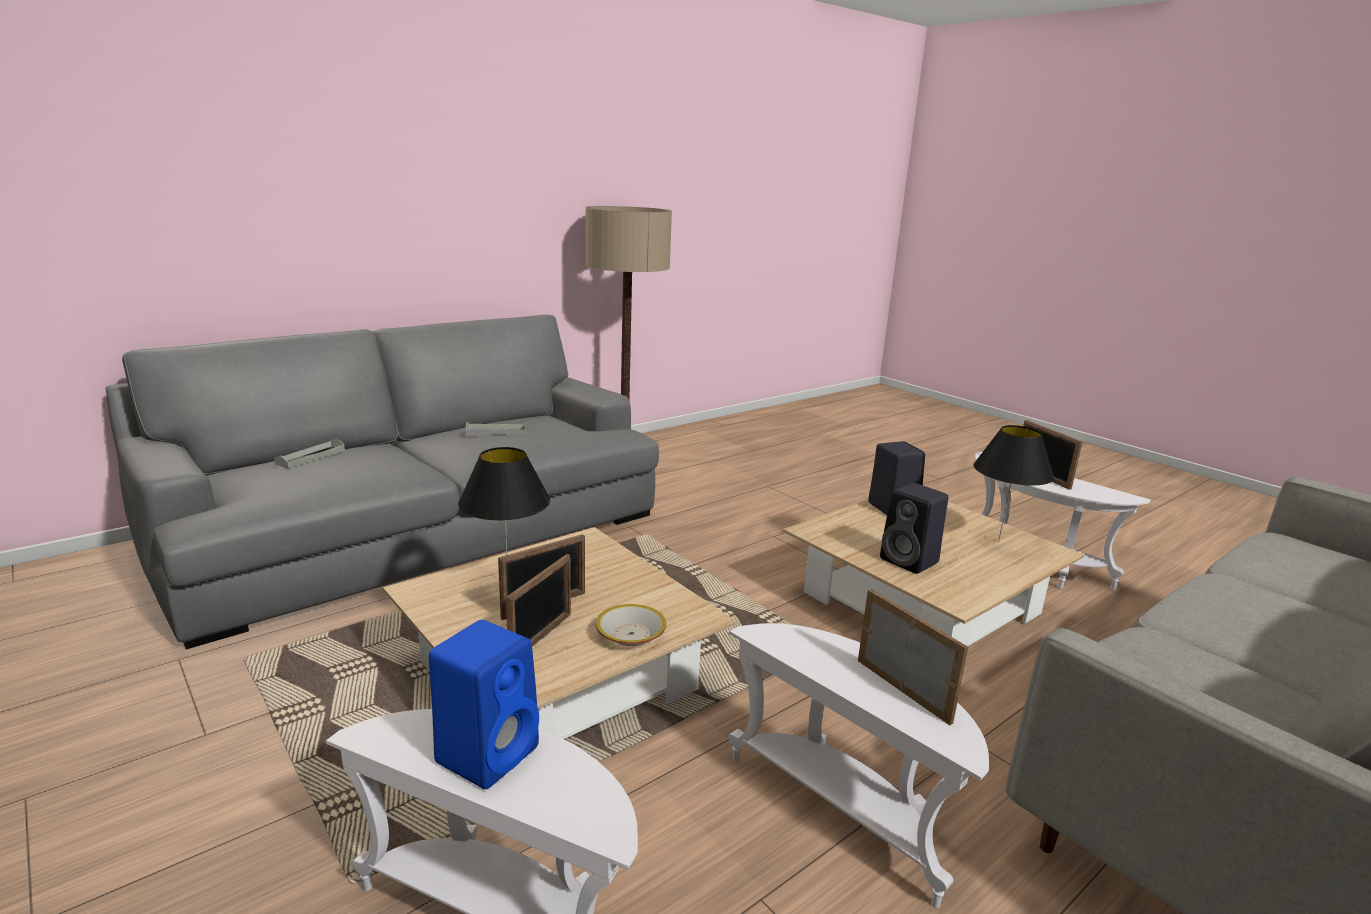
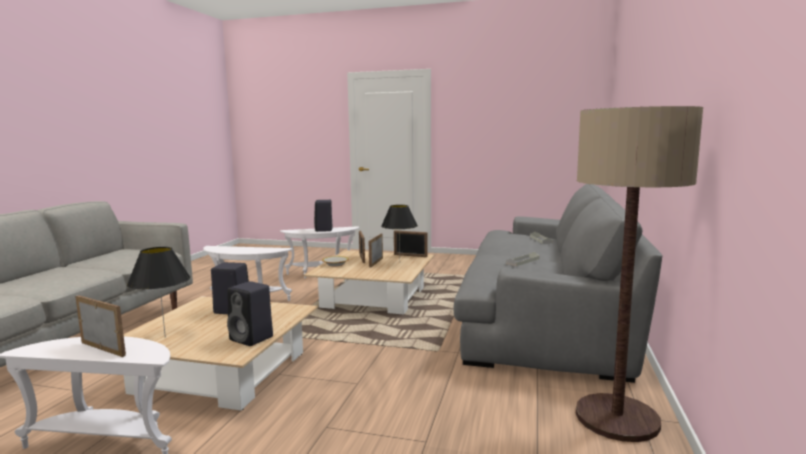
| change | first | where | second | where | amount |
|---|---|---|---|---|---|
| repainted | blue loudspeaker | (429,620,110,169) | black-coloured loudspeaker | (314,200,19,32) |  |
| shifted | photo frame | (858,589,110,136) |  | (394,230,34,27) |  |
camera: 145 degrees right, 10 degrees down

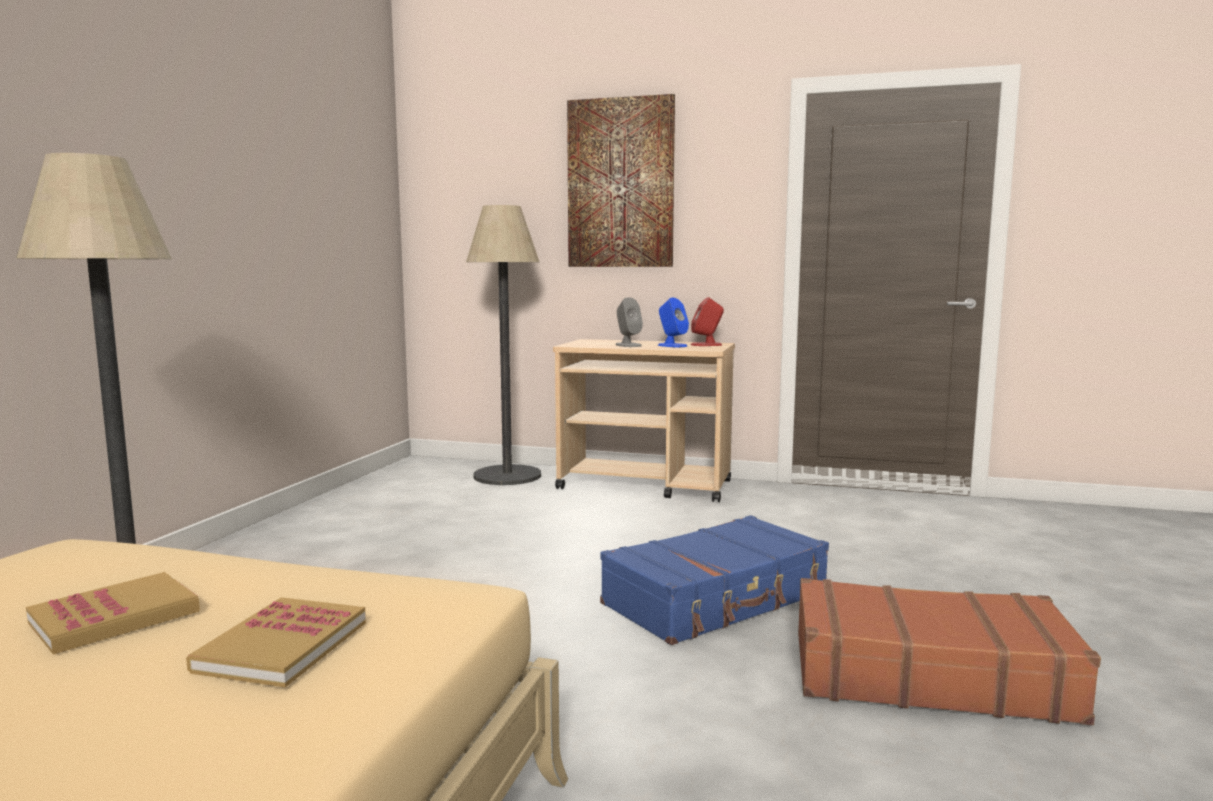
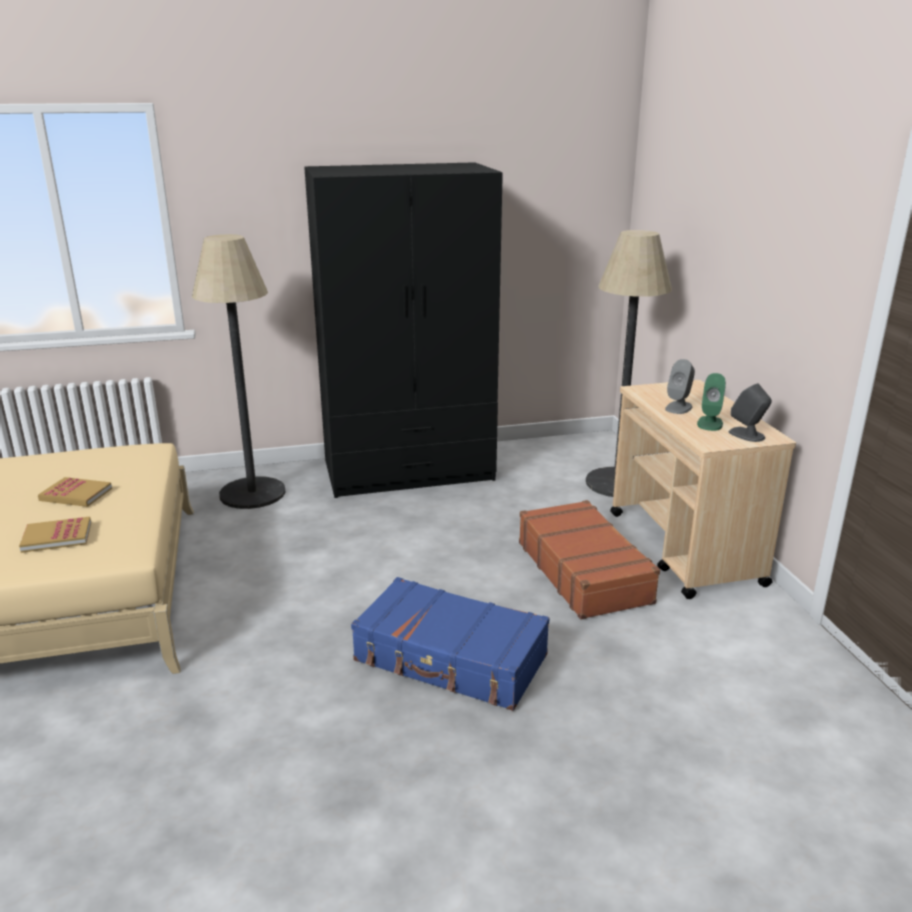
| change | first | where | second | where | amount |
|---|---|---|---|---|---|
| new |  |  | black-coloured wardrobe | (304,162,199,336) |  |
| shifted | brownish suitcase | (798,578,303,147) |  | (519,500,141,120) |  |
| repainted | blue loudspeaker | (658,298,31,49) | green-coloured loudspeaker | (697,373,29,58) |  |
| repainted | red loudspeaker | (691,297,33,49) | grey loudspeaker | (729,383,43,59) |  |
| gone | picture | (567,94,108,173) |  |  |  |
camera: 60 degrees right, 15 degrees up

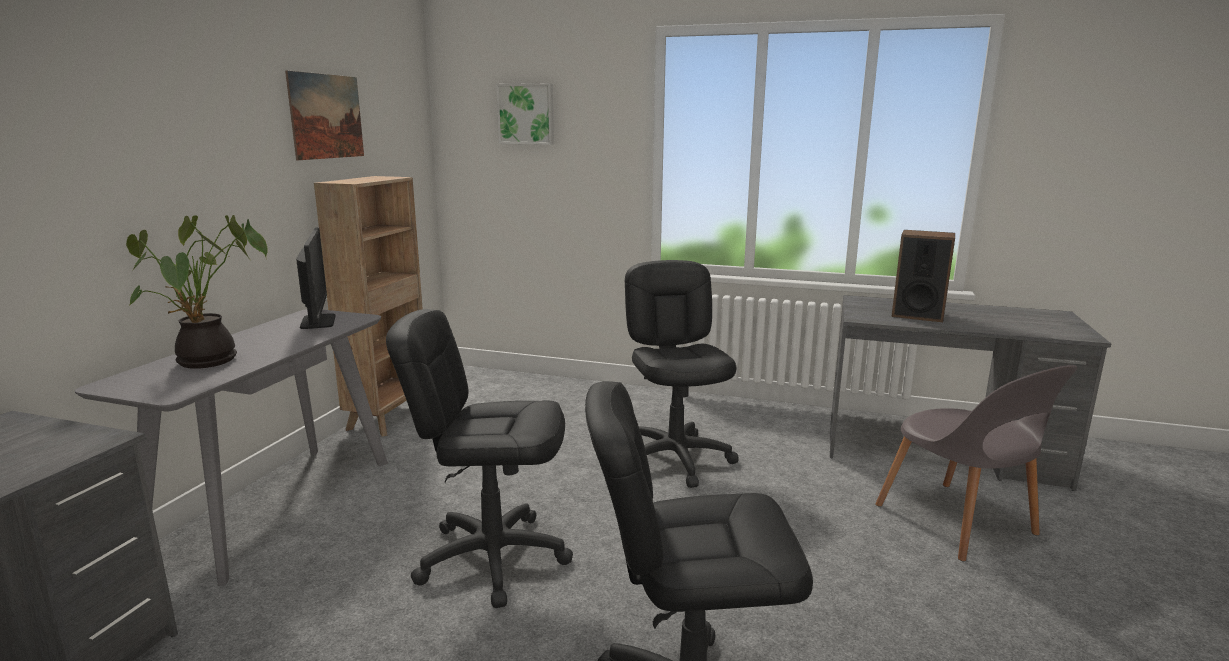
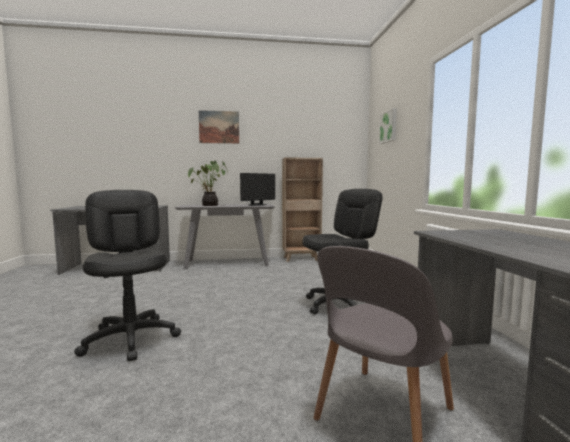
| change | first | where | second | where | amount |
|---|---|---|---|---|---|
| shifted | picture | (285,71,79,89) |  | (199,110,40,34) |  |
| gone | black-coloured desk chair | (386,309,187,299) |  |  |  |
| gone | loudspeaker | (891,230,64,92) |  |  |  |
camera: 65 degrees right, 10 degrees down

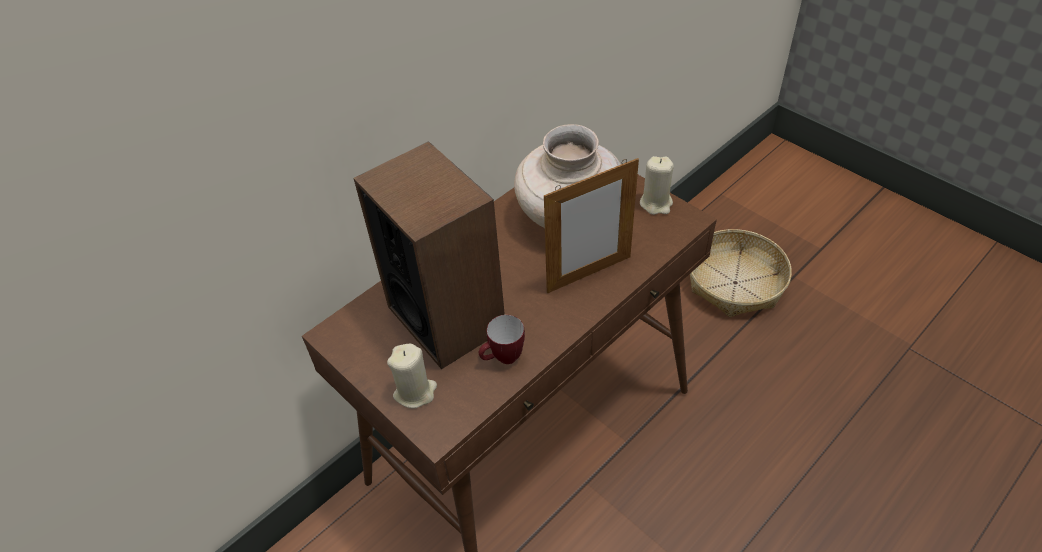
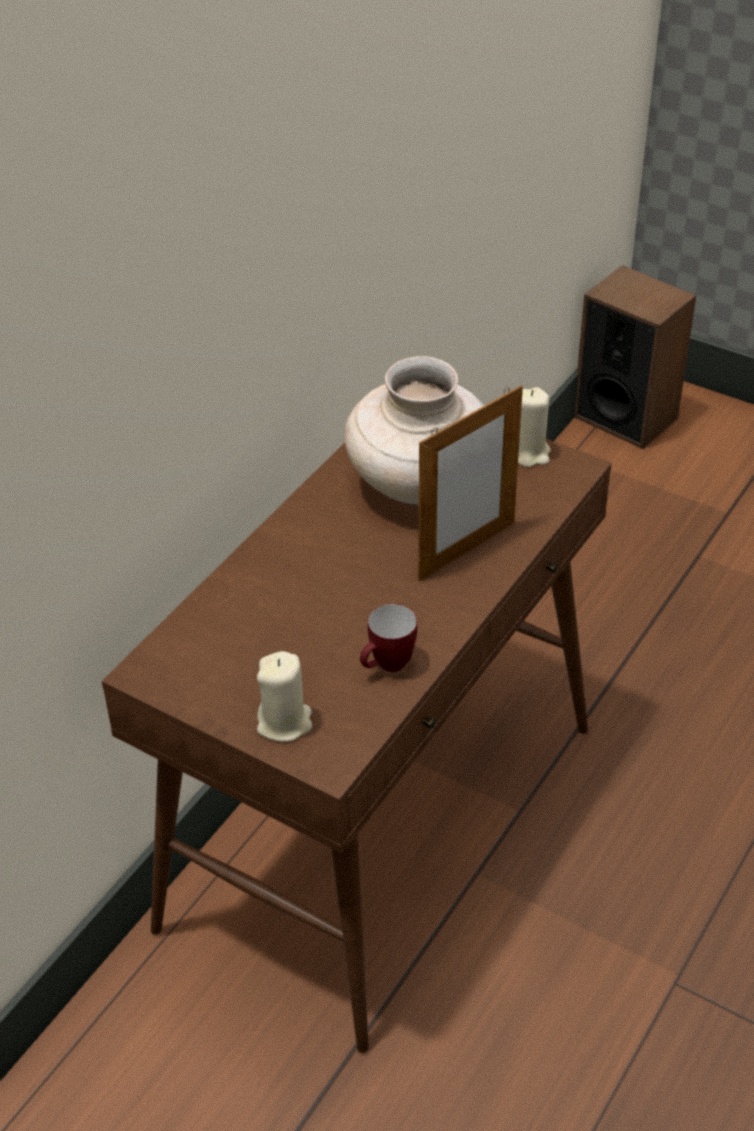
| change | first | where | second | where | amount |
|---|---|---|---|---|---|
| shifted | loudspeaker | (353,141,152,228) |  | (575,265,121,184) |  |
| gone | basket | (690,229,102,88) |  |  |  |
camera: 15 degrees left, 5 degrees down

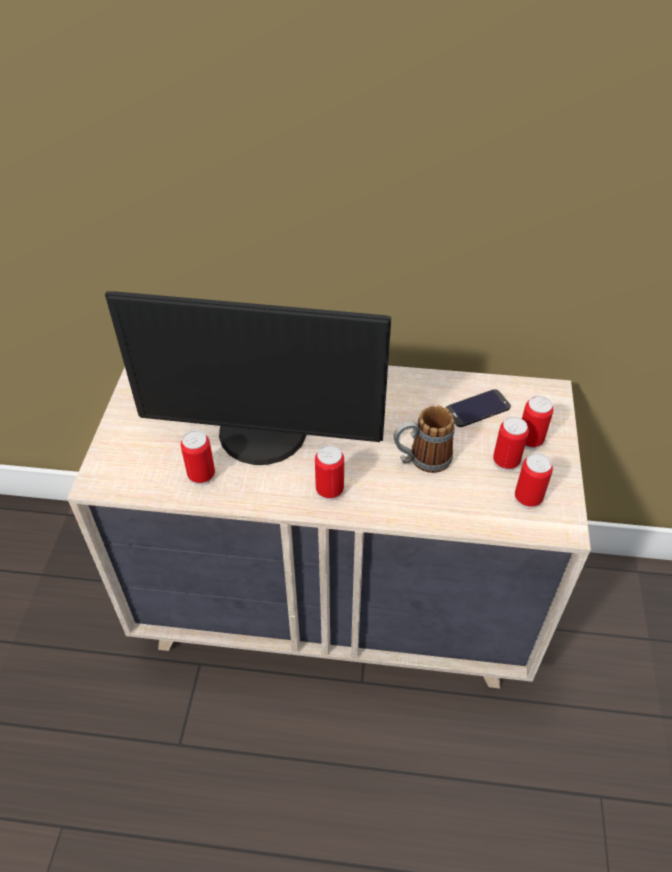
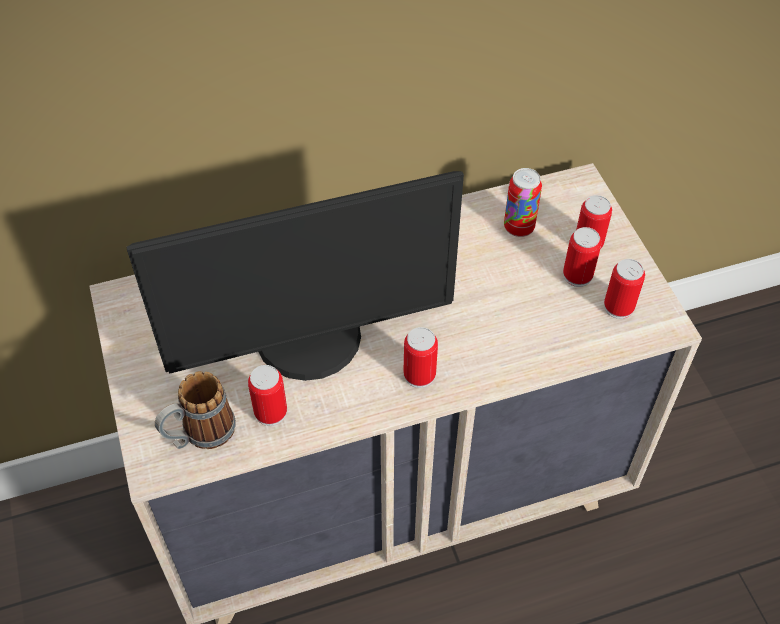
| change | first | where | second | where | amount |
|---|---|---|---|---|---|
| shifted | mug | (393,406,62,67) |  | (155,371,81,78) |  |
| swapped | phone | (446,389,65,38) | can | (504,168,38,69) |  |
camera: 25 degrees left, 5 degrees up

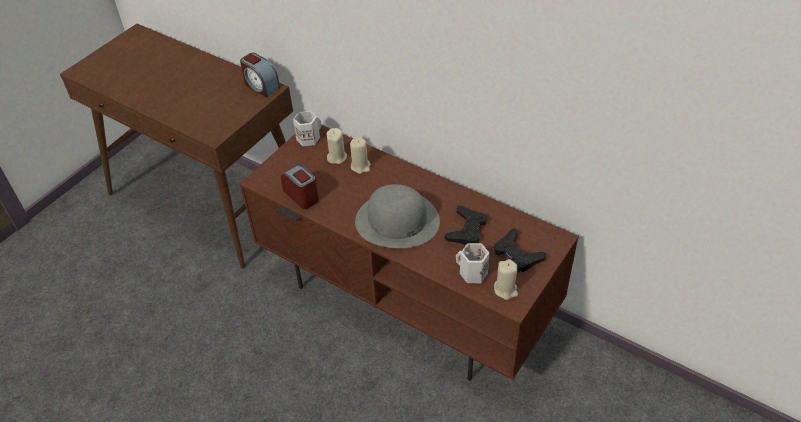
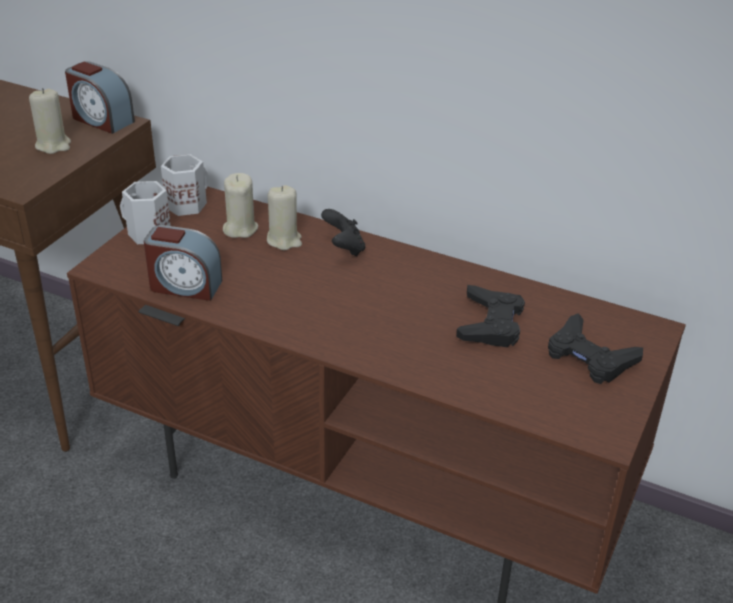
| change | first | where | second | where | amount |
|---|---|---|---|---|---|
| shifted | beige wax candle | (494,259,24,41) |  | (29,88,42,66) |  |
| shifted | white mug | (456,243,33,40) |  | (120,181,51,63) |  |
| rotated | bedside clock | (281,165,38,44) |  | (144,225,78,76) | 150 degrees clockwise |
| new |  |  | black-coloured joypad | (321,209,44,47) |  |
| gone | grey clothing hat | (355,184,85,64) |  |  |  |
camera: 10 degrees left, 10 degrees down

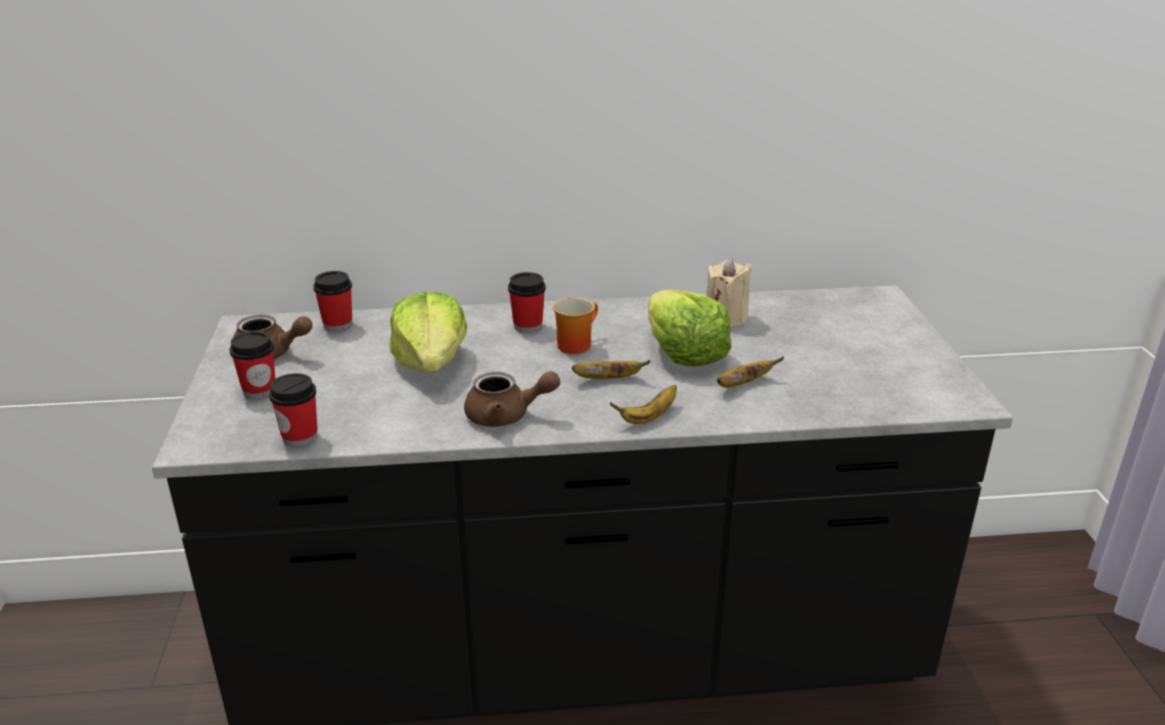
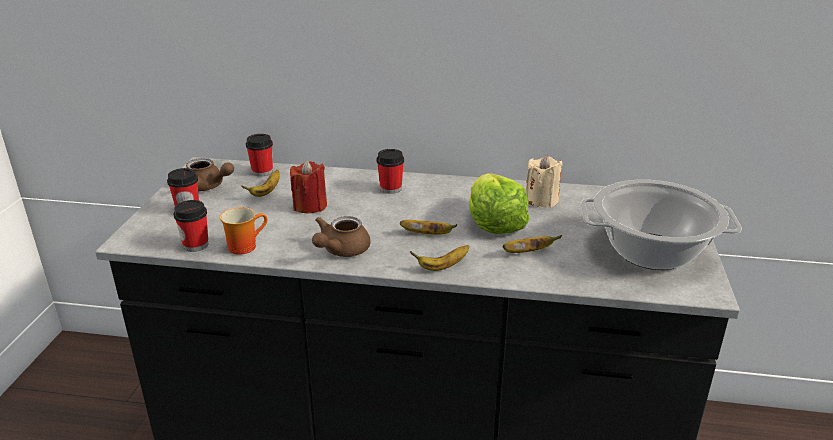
| change | first | where | second | where | amount |
|---|---|---|---|---|---|
| shifted | mug | (553,297,45,57) |  | (220,207,47,48) |  |
| new |  |  | whole banana | (241,170,38,27) |  |
| swapped | lettuce | (389,292,78,80) | red wax candle | (290,160,37,54) |  |
| rotated | brownish pot for tea | (464,371,96,56) |  | (312,216,58,41) | 105 degrees clockwise |
| new |  |  | cooking pot | (581,180,161,90) |  |
camera: 15 degrees right, 0 degrees up

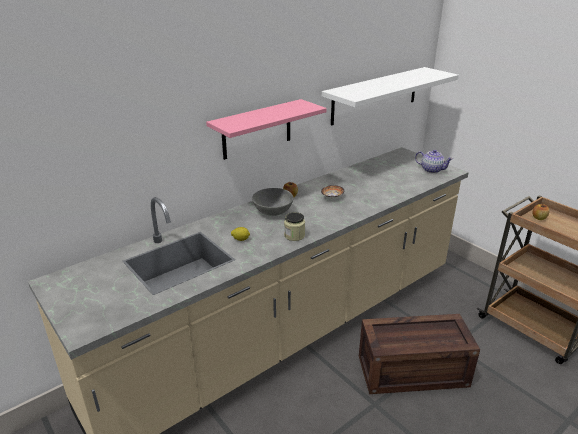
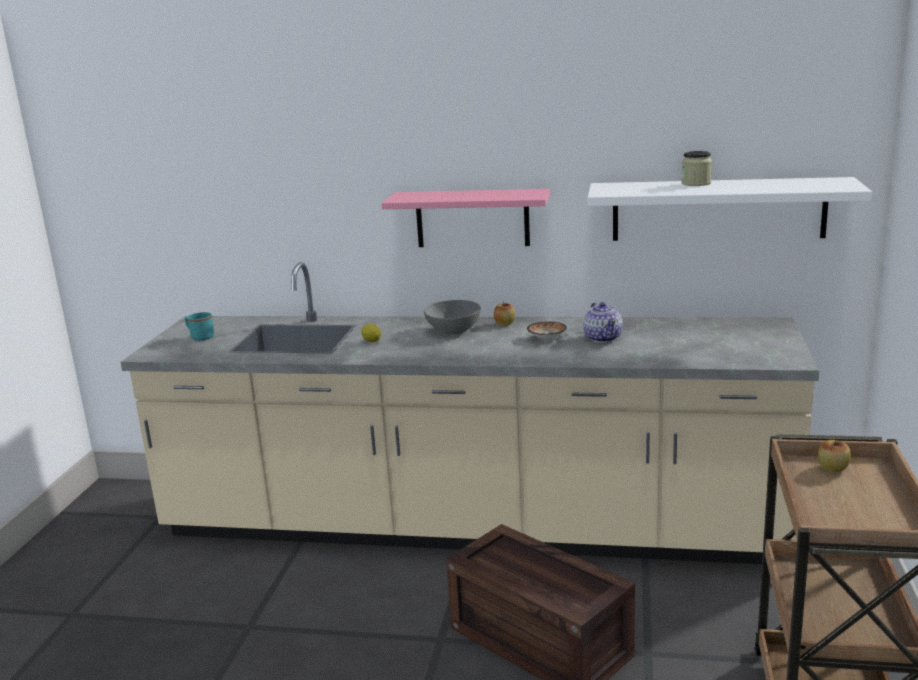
| change | first | where | second | where | amount |
|---|---|---|---|---|---|
| new |  |  | blue-green mug | (185,312,29,29) |  |
| shifted | pot for tea | (415,150,38,23) |  | (583,302,40,41) |  |
| shifted | storage jar | (284,212,21,29) |  | (682,151,30,35) |  |
camera: 50 degrees right, 10 degrees down

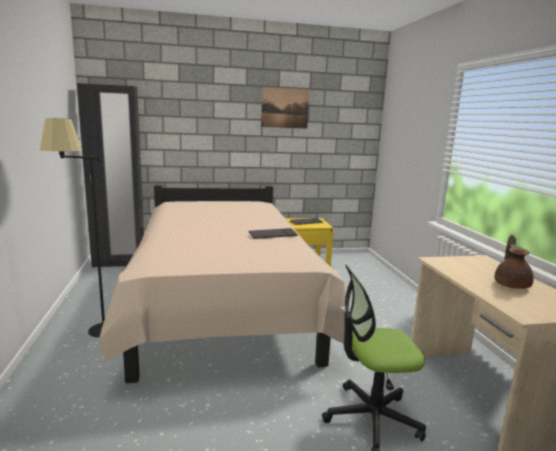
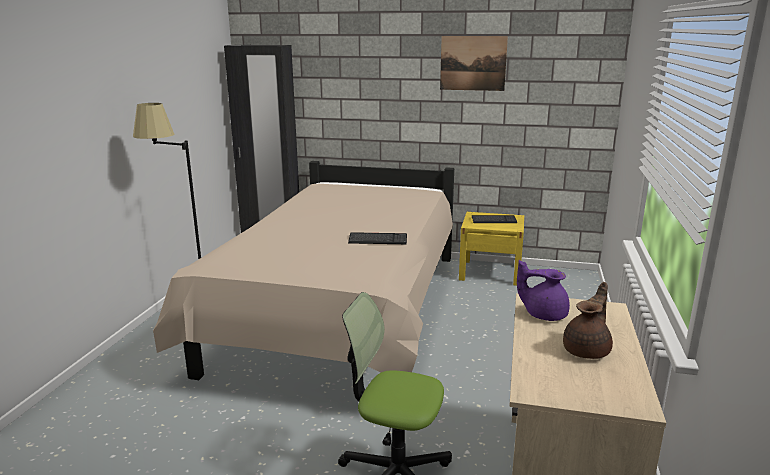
| change | first | where | second | where | amount |
|---|---|---|---|---|---|
| new |  |  | purple pot for tea | (517,260,53,61) |  |
camera: 25 degrees right, 5 degrees up

